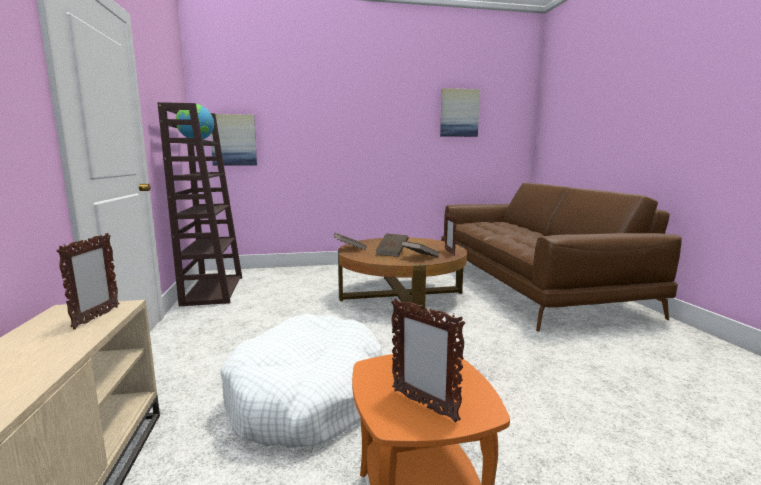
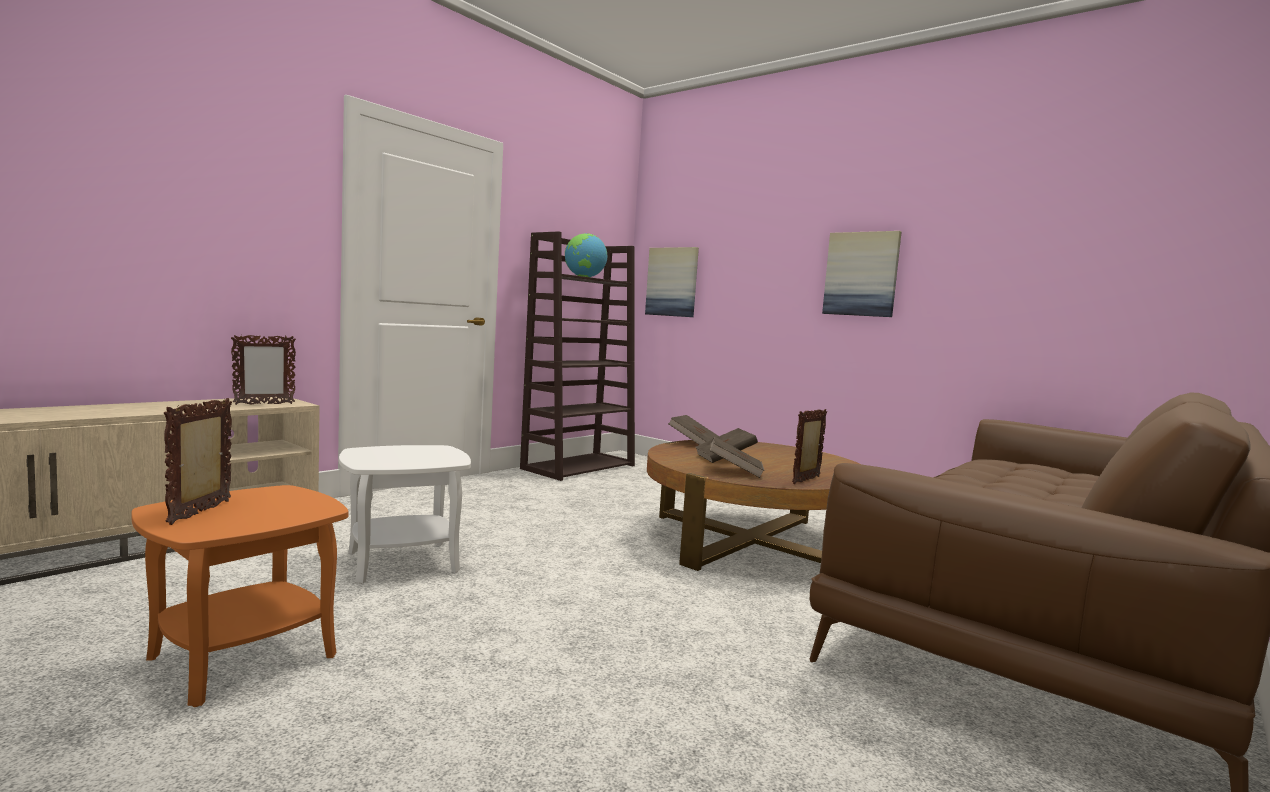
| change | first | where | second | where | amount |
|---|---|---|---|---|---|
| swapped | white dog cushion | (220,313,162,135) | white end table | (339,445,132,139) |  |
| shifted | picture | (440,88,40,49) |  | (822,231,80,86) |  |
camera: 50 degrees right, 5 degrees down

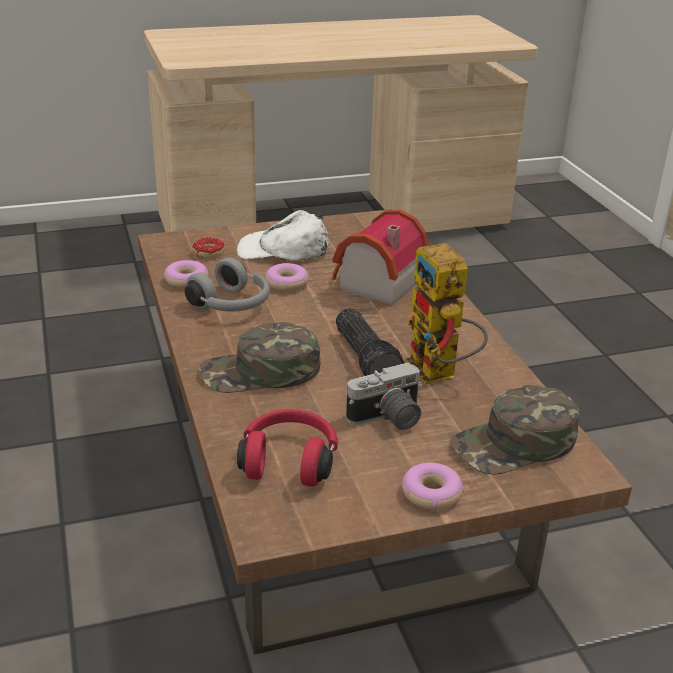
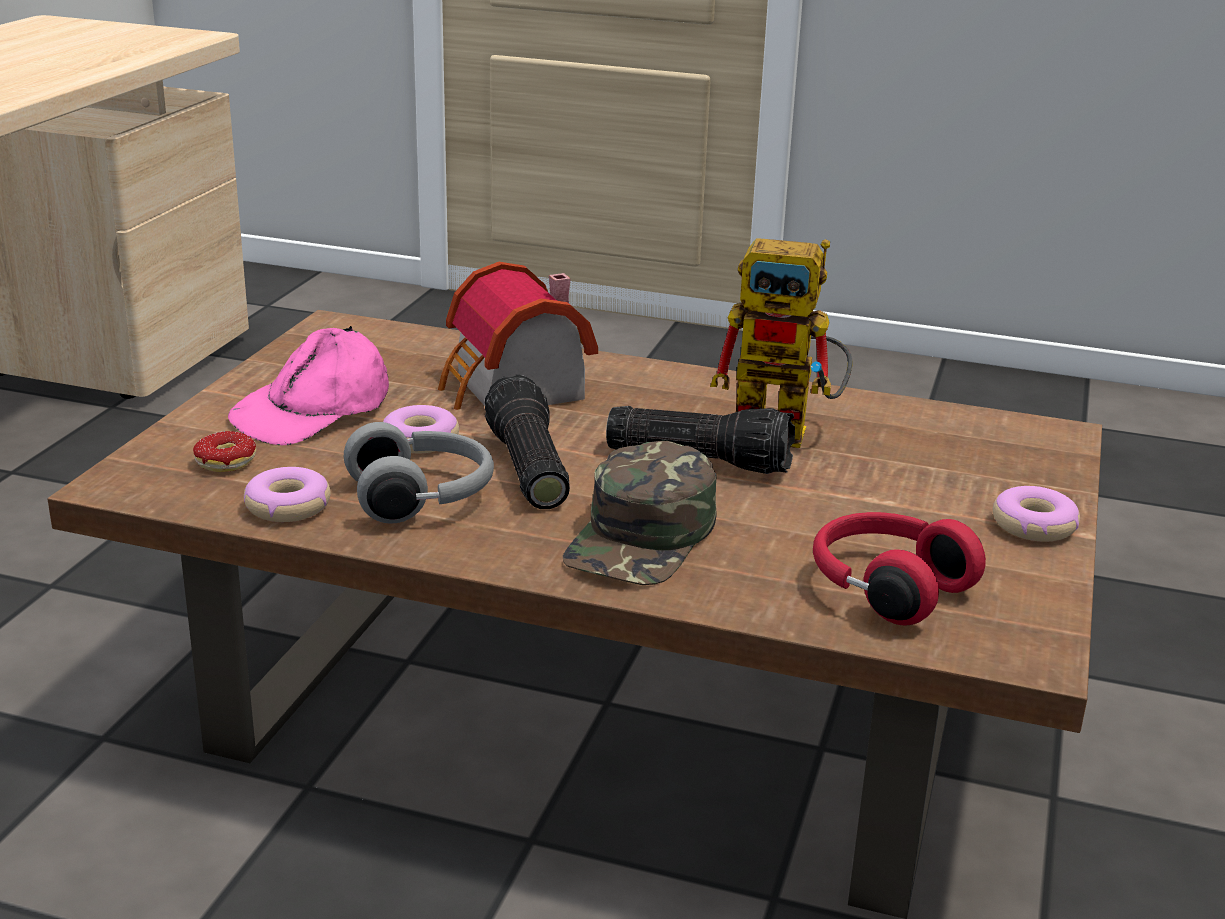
| change | first | where | second | where | amount |
|---|---|---|---|---|---|
| repainted | white cap | (237,210,92,51) | pink-coloured cap | (228,326,161,120) |  |
| new |  |  | torch | (485,375,85,134) |  |
| gone | still camera | (346,363,76,67) |  |  |  |
| gone | green-coloured cap | (450,385,129,90) |  |  |  |
camera: 55 degrees left, 5 degrees down

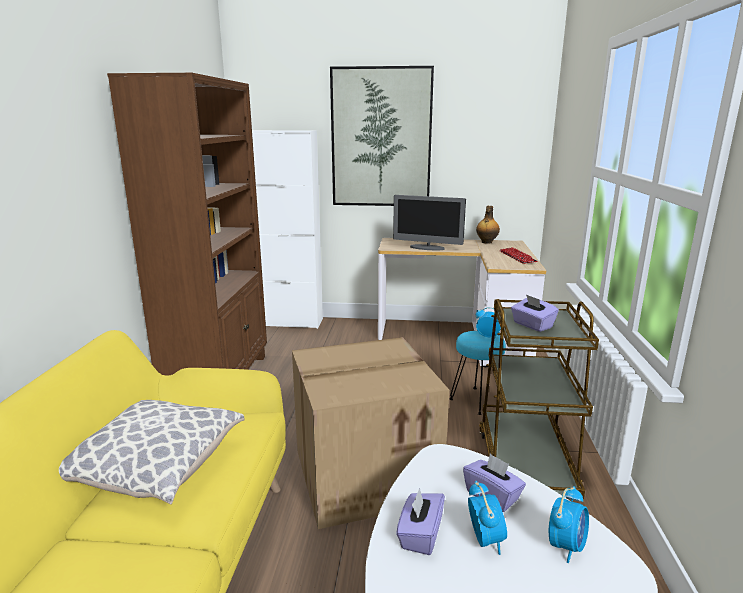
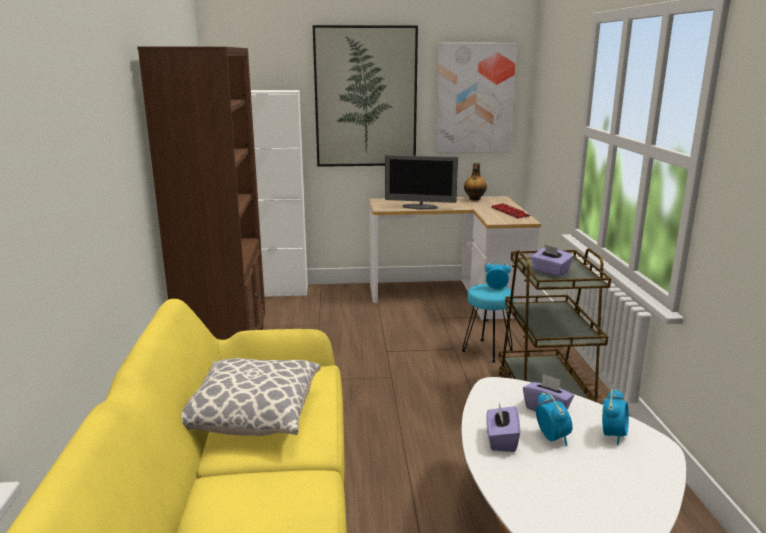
| change | first | where | second | where | amount |
|---|---|---|---|---|---|
| new |  |  | picture | (436,43,81,110) |  |
| gone | carton | (292,337,157,192) |  |  |  |
camera: 10 degrees left, 0 degrees up

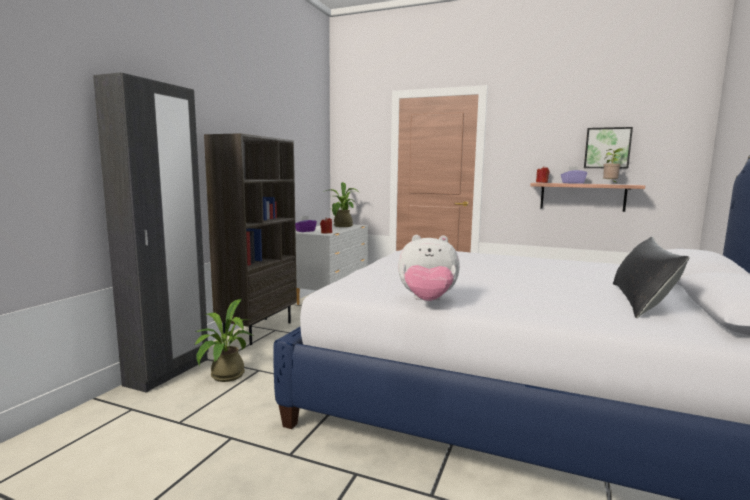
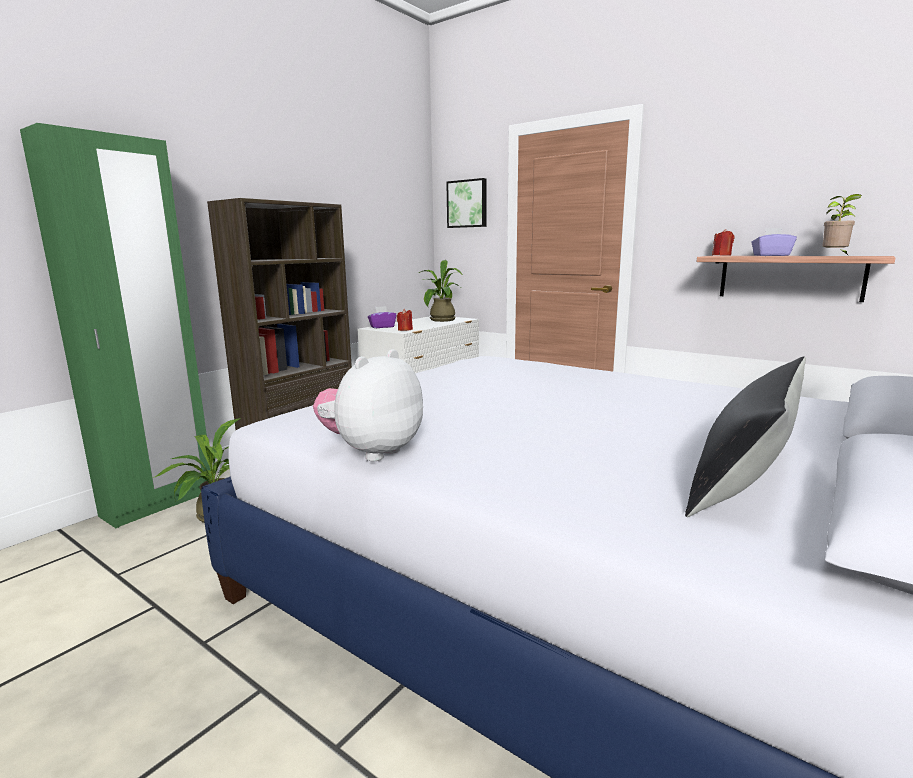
| change | first | where | second | where | amount |
|---|---|---|---|---|---|
| repainted | black-coloured wardrobe | (93,73,115,320) | green-coloured wardrobe | (20,123,191,405) |  |
| rotated | plush toy | (398,235,62,66) |  | (313,349,110,112) | 105 degrees clockwise |
| shifted | picture | (584,127,49,42) |  | (446,178,41,50) |  |
camera: 15 degrees right, 5 degrees up

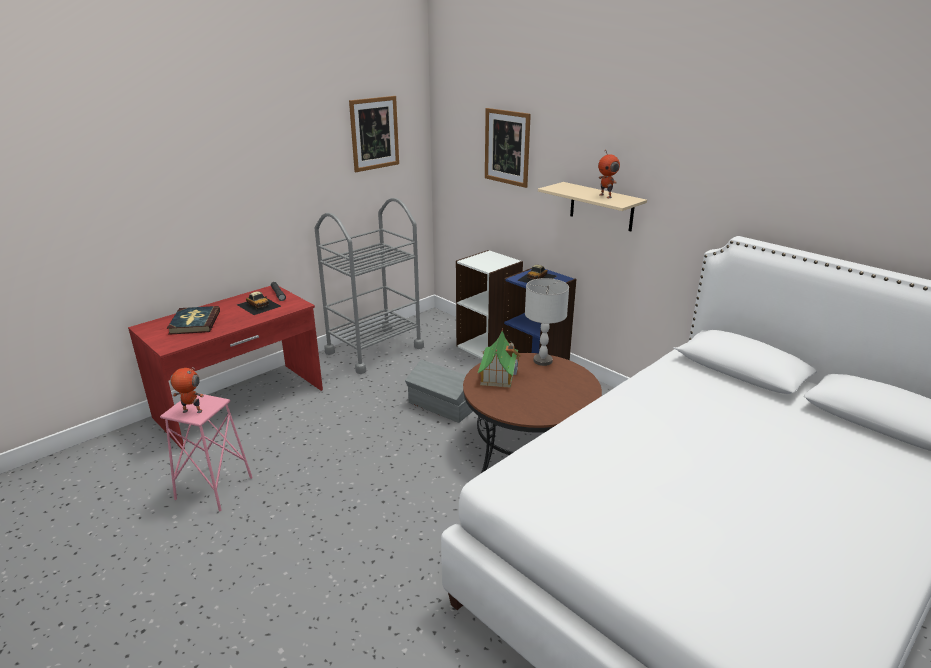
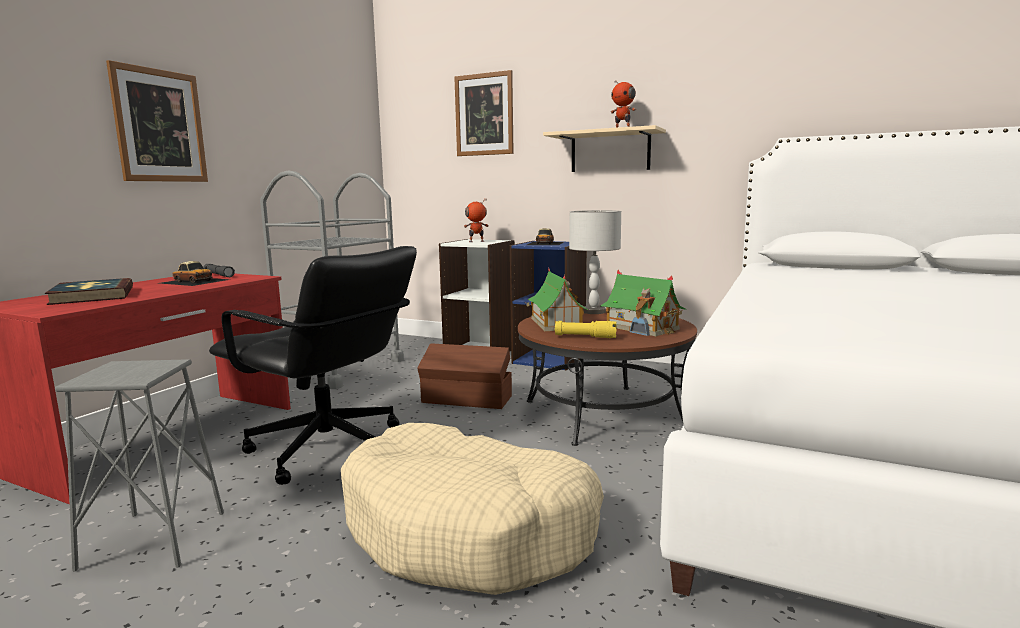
| change | first | where | second | where | amount |
|---|---|---|---|---|---|
| repainted | pink-coloured stool | (160,393,93,119) | grey stool | (55,359,169,212) |  |
| shifted | picture | (349,96,50,76) |  | (106,60,102,122) |  |
| new |  |  | black-coloured desk chair | (209,246,208,239) |  |
| new |  |  | beige dog cushion | (341,423,263,172) |  |
| repainted | grey storage container | (405,359,68,64) | brownish storage container | (417,344,95,65) |  |
| shifted | robot figure | (170,367,34,46) |  | (464,199,25,43) |  |
| new |  |  | yellow-coloured torch | (555,321,62,17) |  |
| new |  |  | model house | (601,270,86,66) |  |
camera: 20 degrees left, 15 degrees down

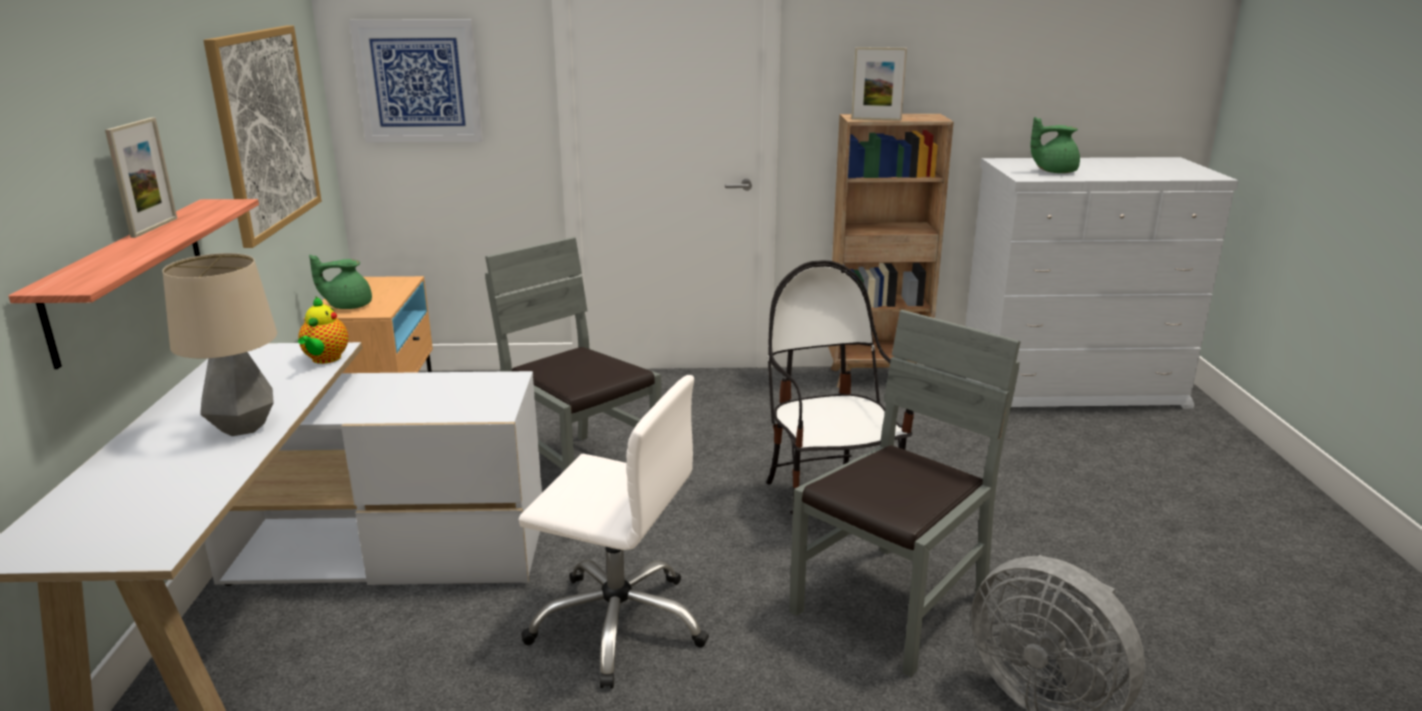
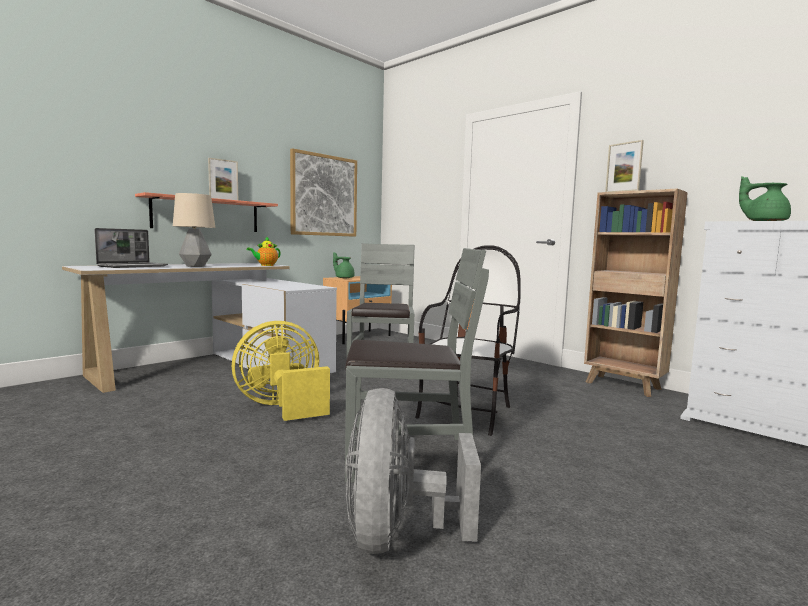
| change | first | where | second | where | amount |
|---|---|---|---|---|---|
| new |  |  | laptop | (94,228,74,40) |  |
| swapped | white desk chair | (519,375,190,313) | yellow-coloured electric fan | (232,321,98,100) |  |
| gone | picture | (349,20,134,122) |  |  |  |
camera: 45 degrees right, 15 degrees down

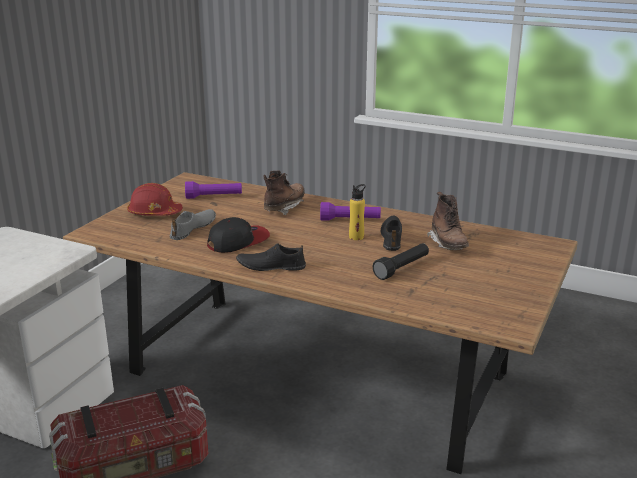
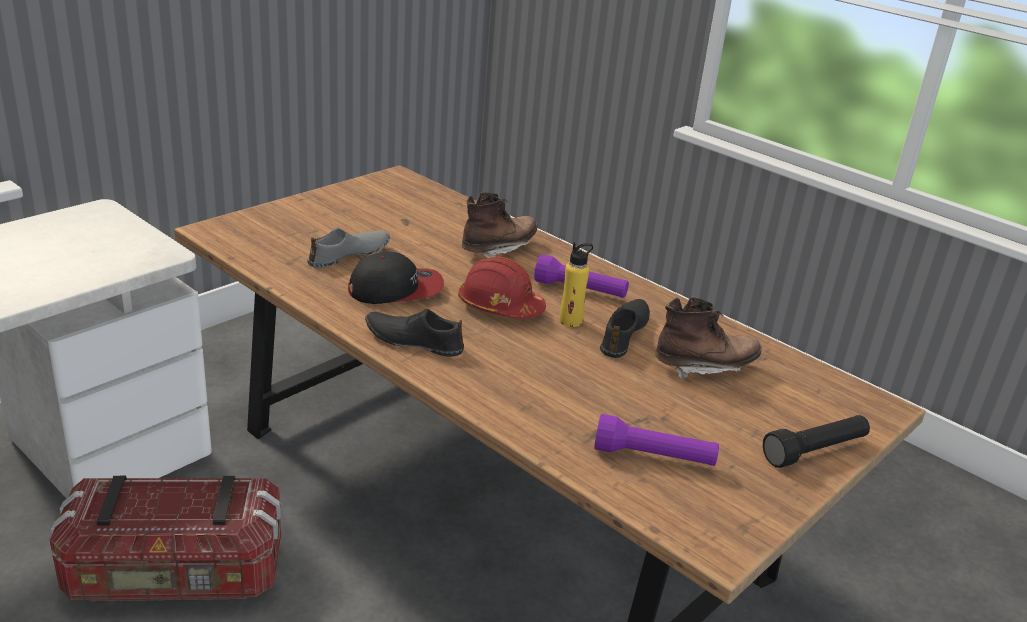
| change | first | where | second | where | amount |
|---|---|---|---|---|---|
| shifted | red safety helmet | (127,183,56,33) |  | (458,257,88,62) |  |
| shifted | purple torch | (185,181,57,18) |  | (594,414,125,52) |  |
| rotated | brownish tall boot | (427,192,42,58) |  | (655,297,107,83) | 105 degrees counterclockwise |
| shifted | black-coloured torch | (372,243,57,37) |  | (763,415,107,53) |  |
camera: 15 degrees right, 5 degrees up

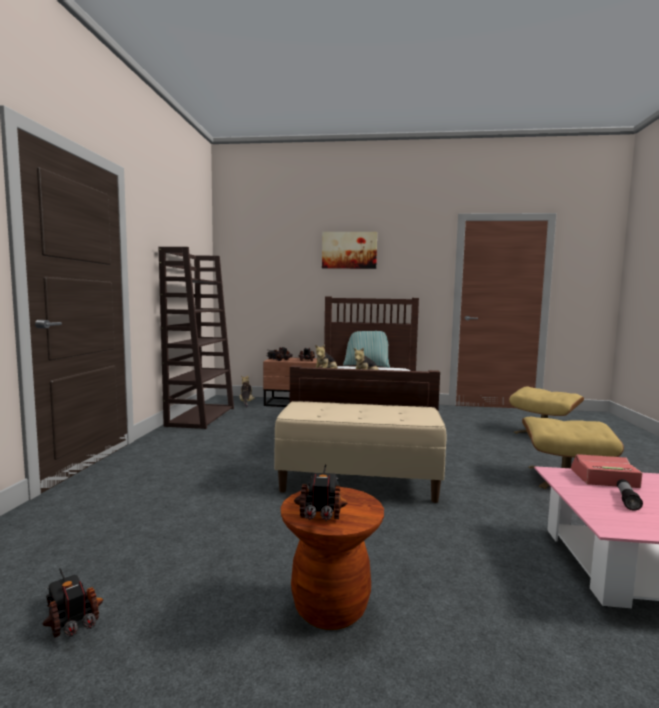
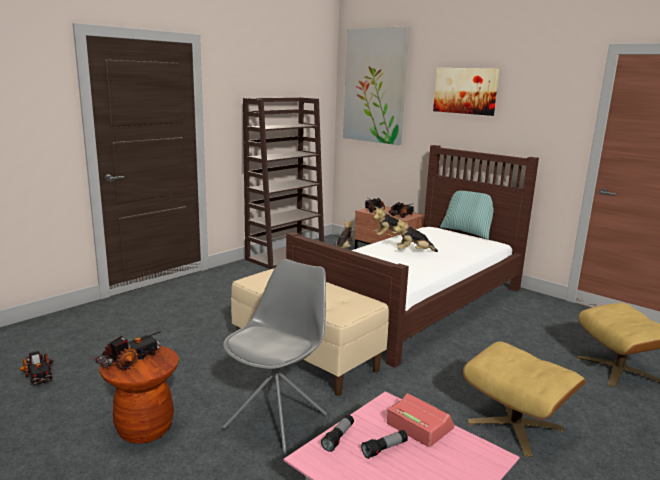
| change | first | where | second | where | amount |
|---|---|---|---|---|---|
| rotated | model truck | (42,568,61,69) |  | (19,351,34,35) | 150 degrees clockwise |
| new |  |  | grey upright chair | (222,259,105,197) |  |
| new |  |  | torch | (321,414,33,38) |  |
| new |  |  | picture | (343,26,66,119) |  |
camera: 35 degrees right, 10 degrees up

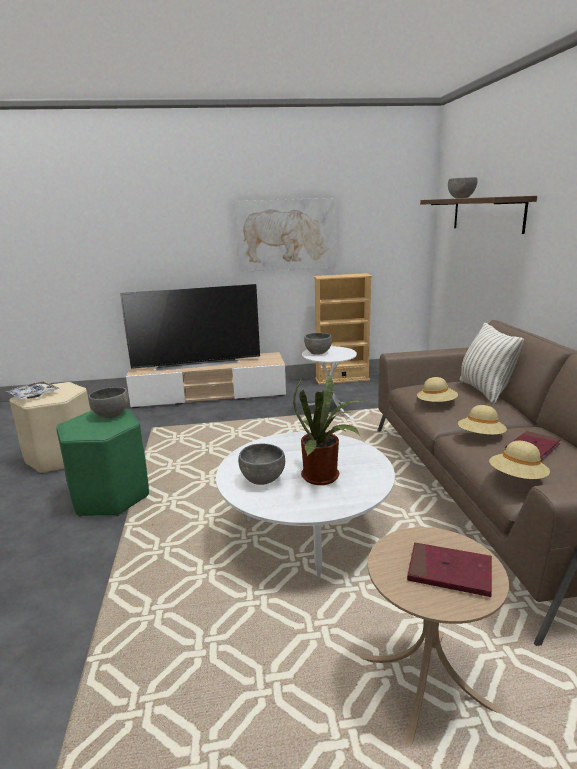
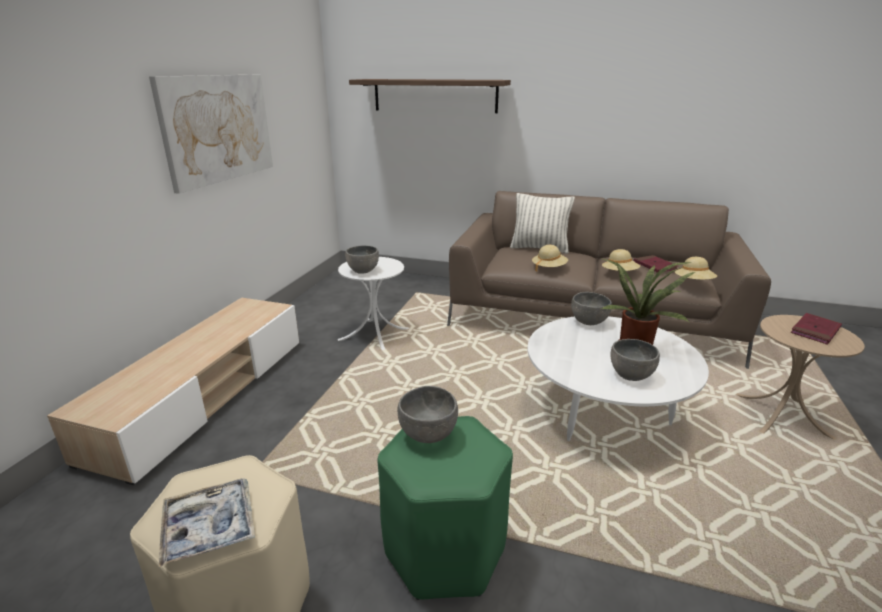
| change | first | where | second | where | amount |
|---|---|---|---|---|---|
| shifted | grey deep dish | (448,177,30,21) |  | (571,292,41,33) |  |
| gone | television | (120,284,140,87) |  |  |  |
| gone | beige bookshelf | (314,273,59,112) |  |  |  |
camera: 65 degrees left, 5 degrees up

